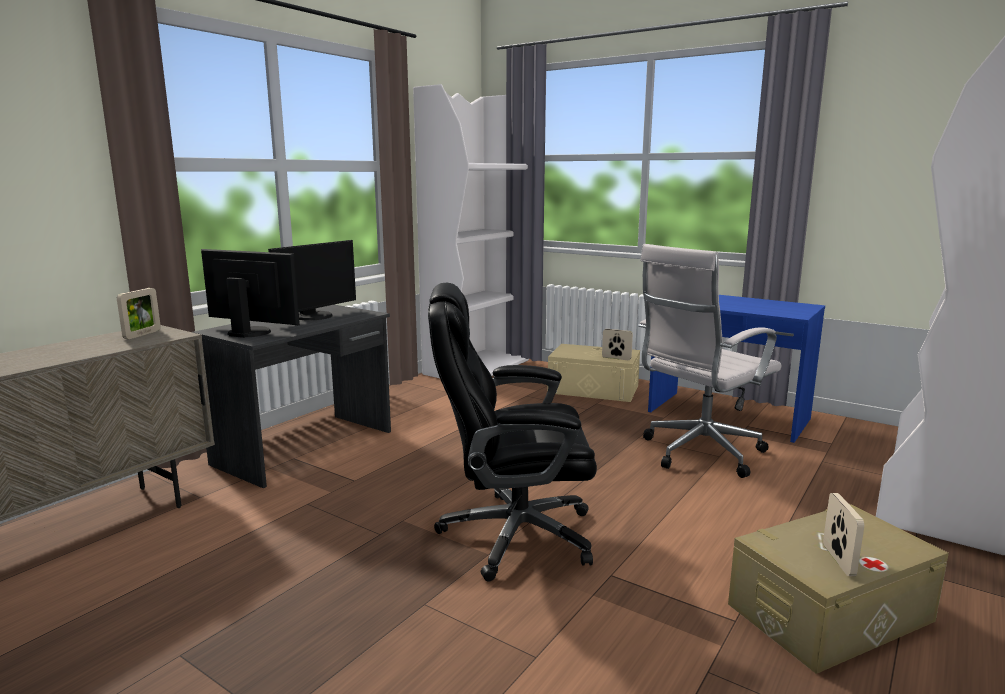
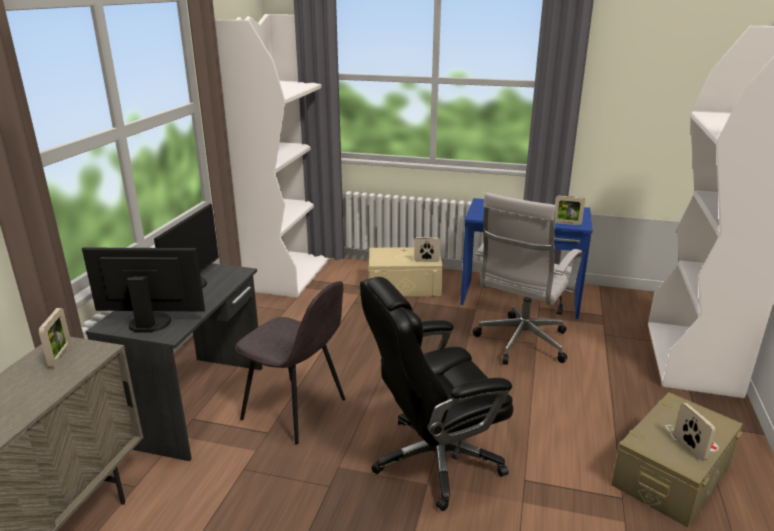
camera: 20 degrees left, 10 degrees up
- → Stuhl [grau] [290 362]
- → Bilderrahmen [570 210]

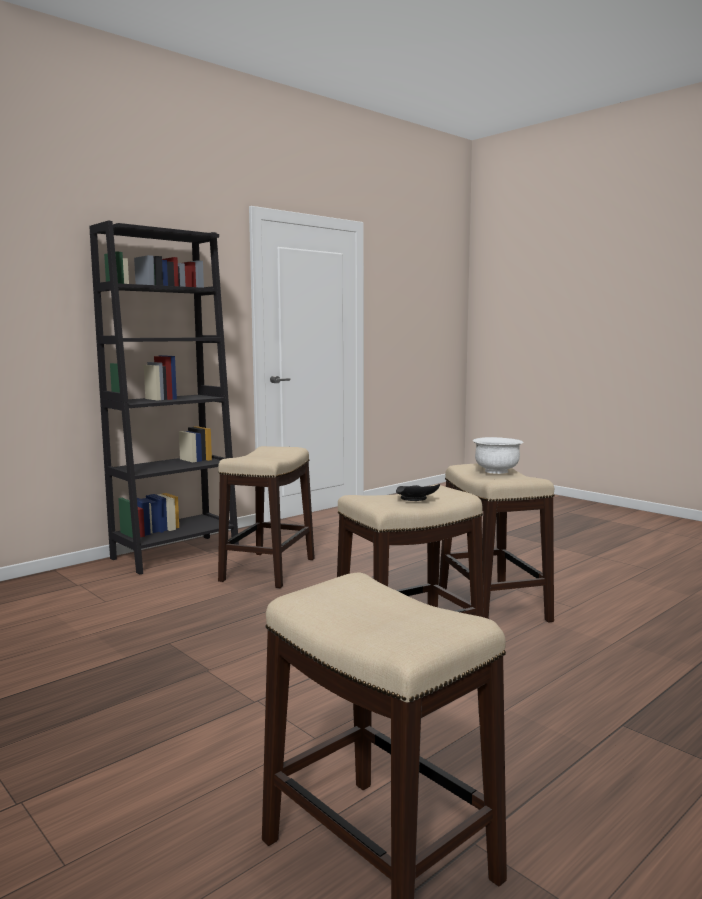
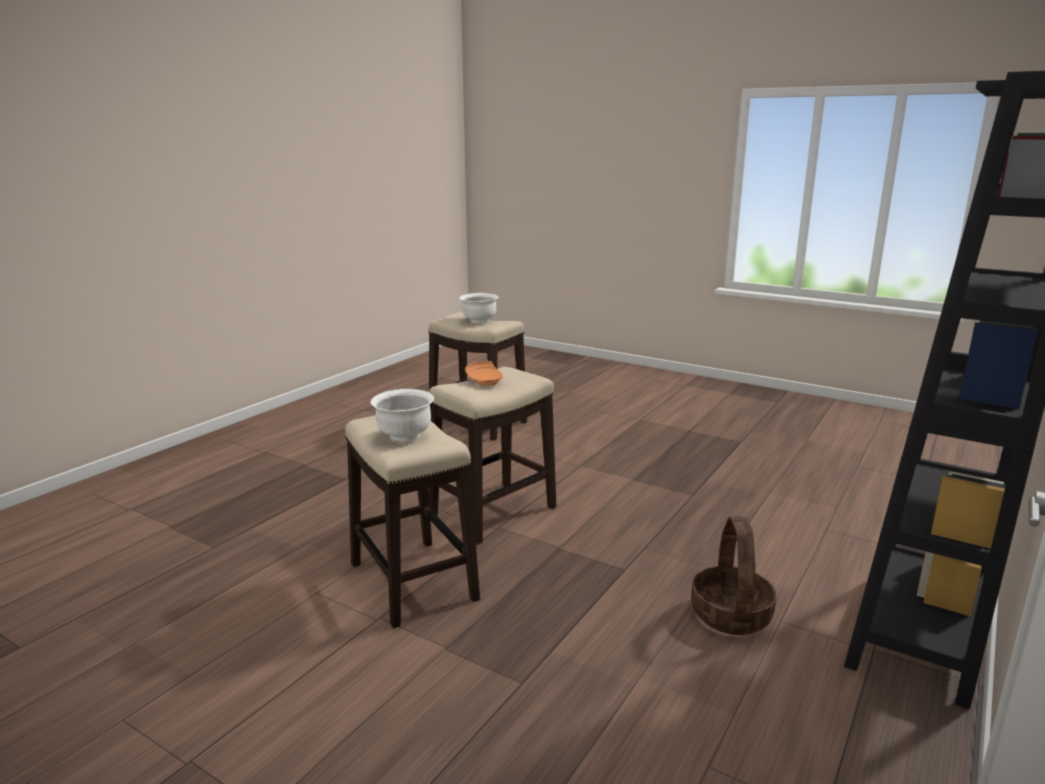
camera: 165 degrees right, 10 degrees up
- → Schüssel [weiß] [478 308]
Hocker [266 517] → Korb [734 575]
Teller [schwarz] [418 492] → Teller [orange] [484 373]

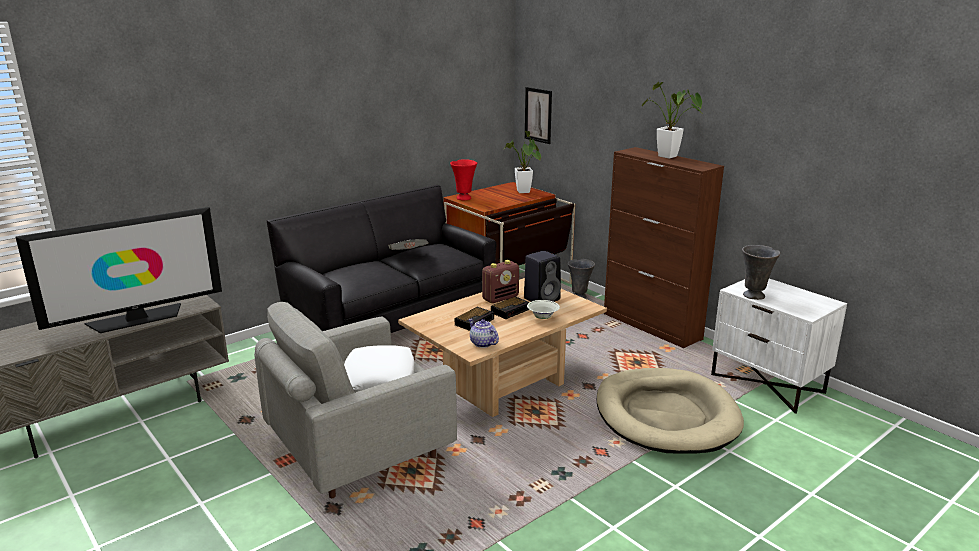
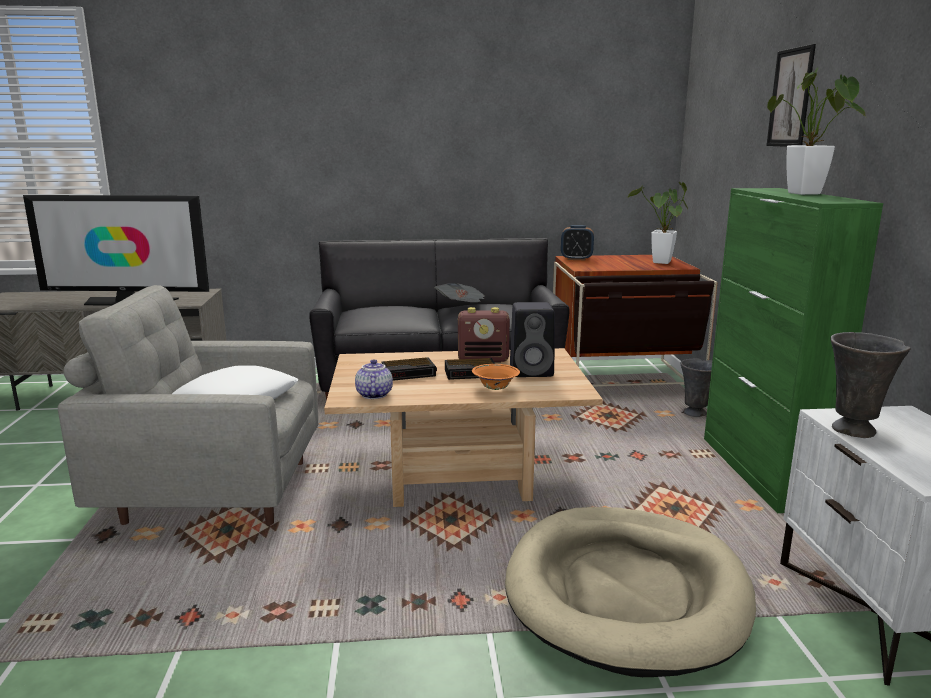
camera: 35 degrees right, 5 degrees down
Bild [538 115] → Bild [791 95], moved
Vase [rot] [463 179] → Wecker [577 243]
Schüssel [weiß] [543 309] → Schüssel [orange] [496 377]
Schrank [braun] [664 247] → Schrank [grün] [793 350]

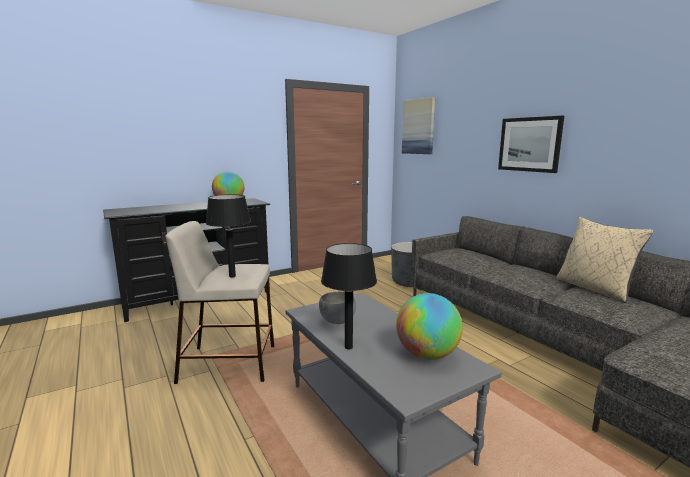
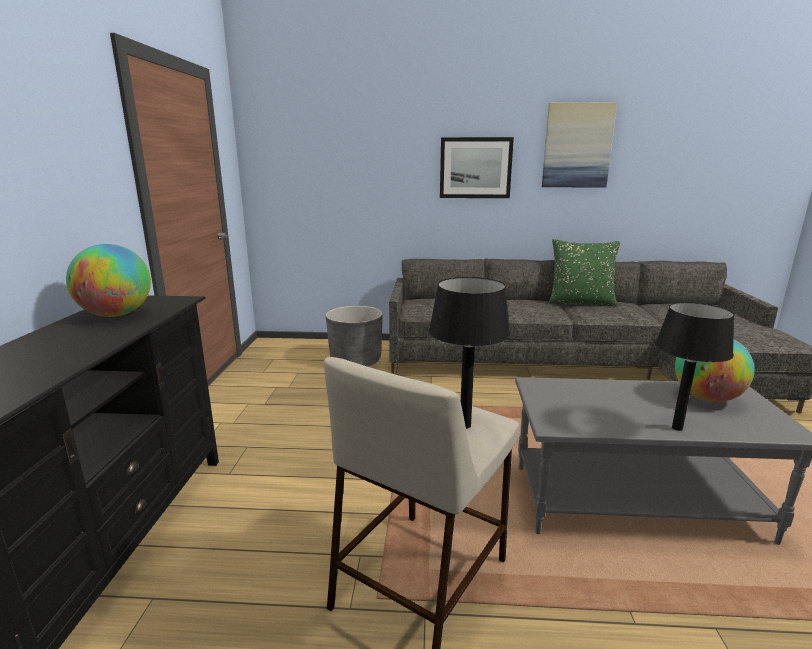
camera: 55 degrees left, 5 degrees up
Schüssel [grau] [337 307] → -
Bild [418 125] → Bild [579 144], moved
Kissen [beige] [604 260] → Kissen [grün] [584 273]

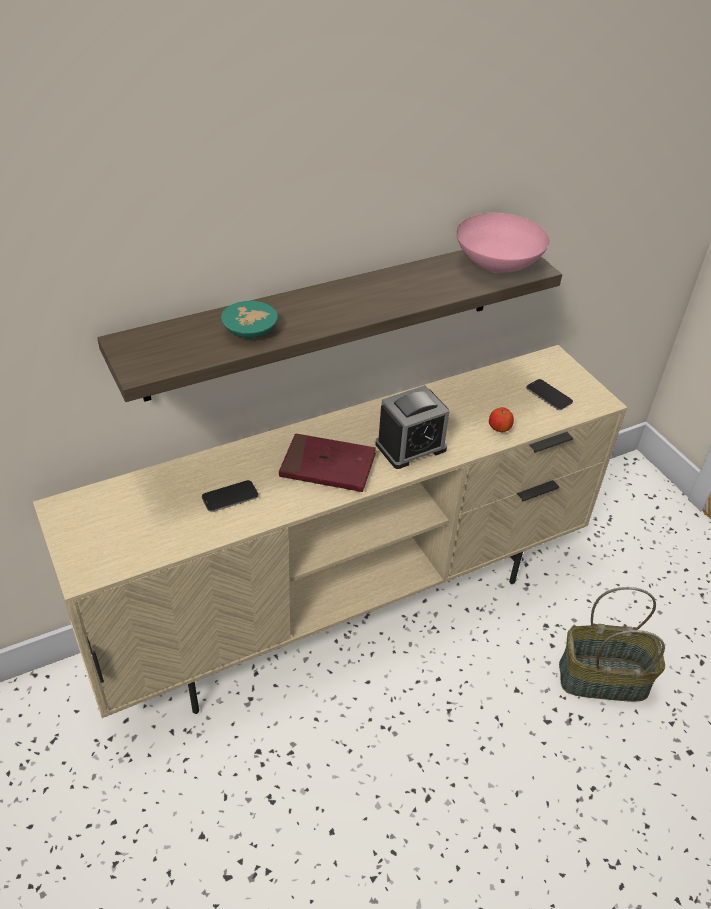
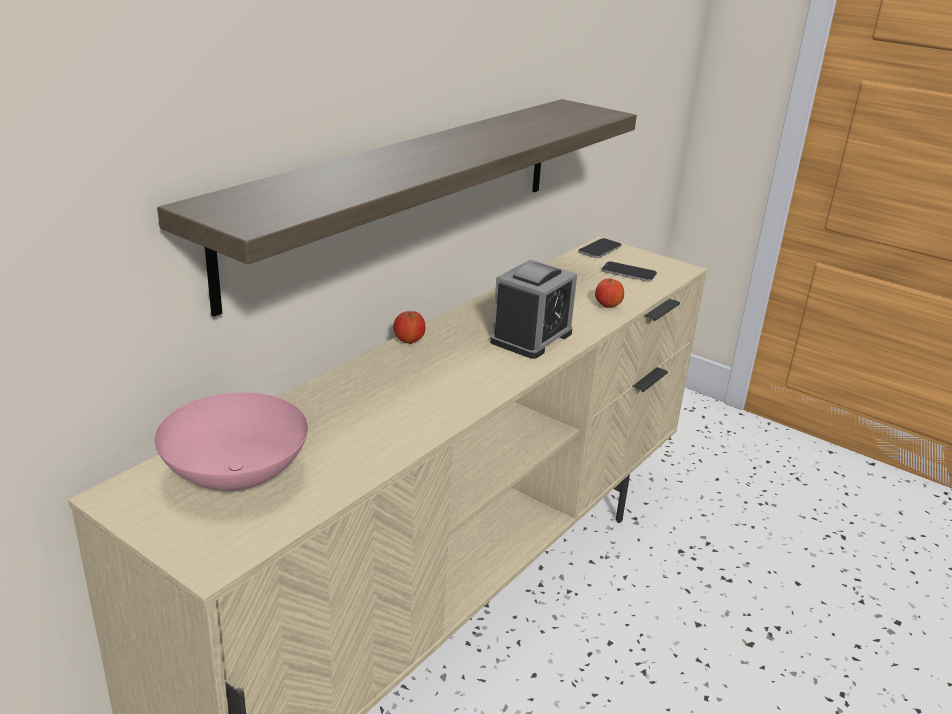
camera: 25 degrees left, 15 degrees down
Schüssel [türkis] [249 319] → -
Buch [rot] [327 462] → -
Korb [612 644] → -
- → Apfel [409 327]
Handy [230 496] → Handy [600 248], moved
Schüssel [rosa] [502 243] → Schüssel [rosa] [231 441], moved

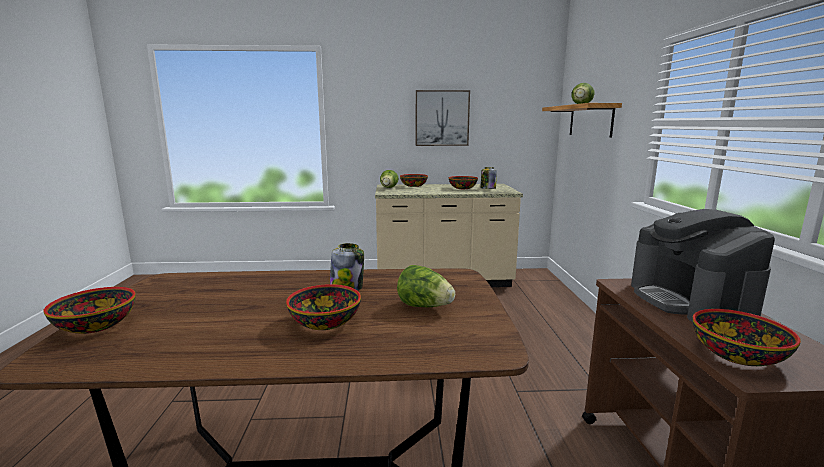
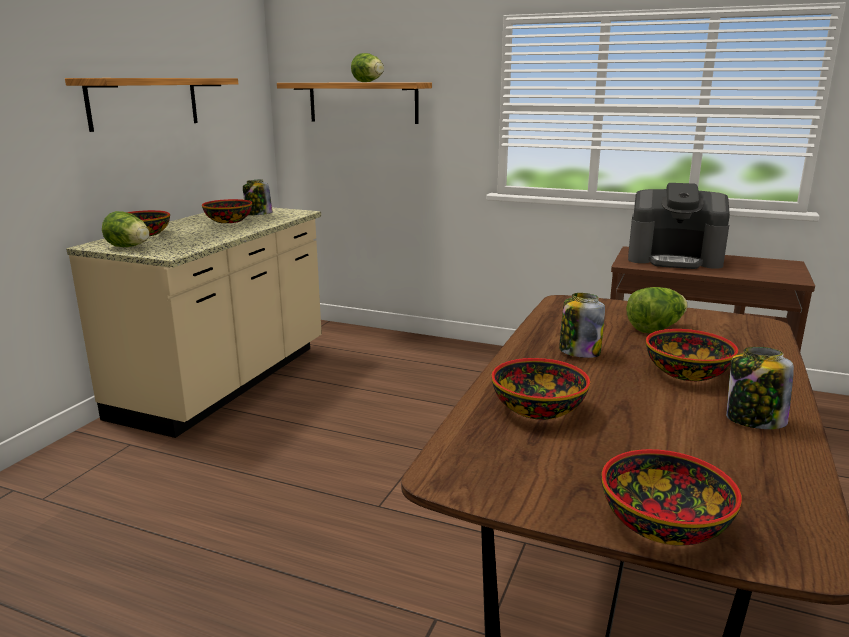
camera: 65 degrees left, 5 degrees up
- → Vorratsglas [760 388]
Schüssel [746 337] → Schüssel [540 389], moved
Bild [443 118] → Wandregal [151 105]

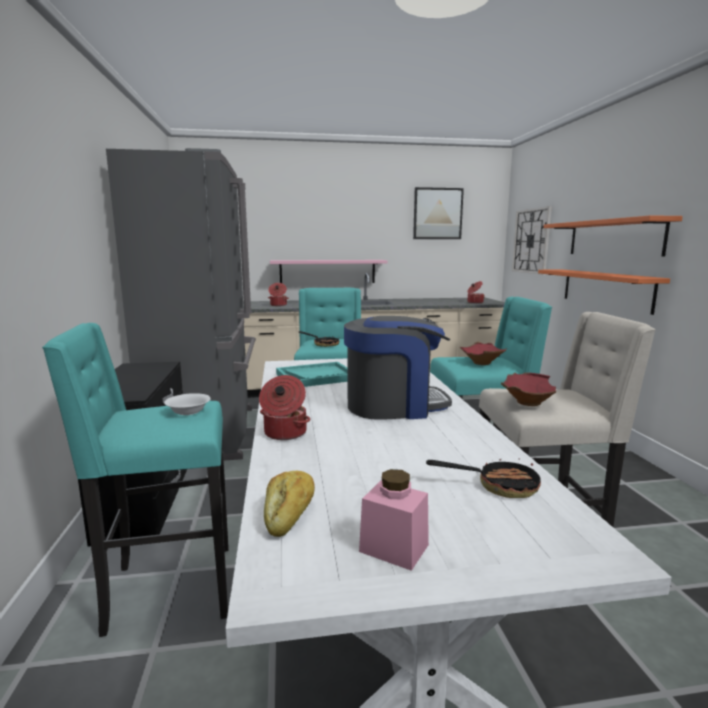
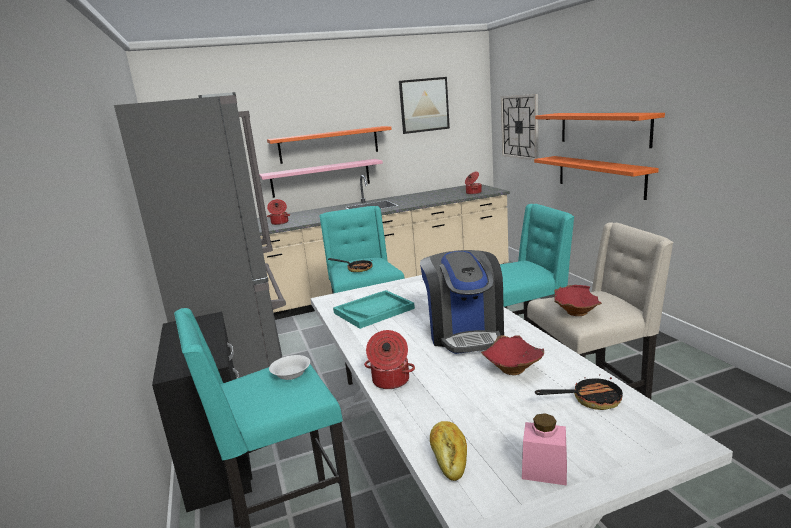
camera: 10 degrees left, 5 degrees up
- → Wandregal [orange] [329 145]
Schüssel [rot] [483 353] → Schüssel [rot] [512 355], moved
Kaffeemaschine [398 368] → Kaffeemaschine [462 302], 105 degrees clockwise

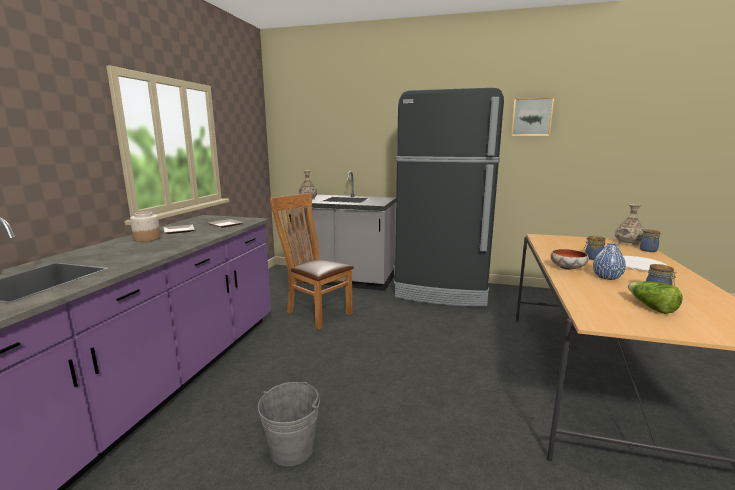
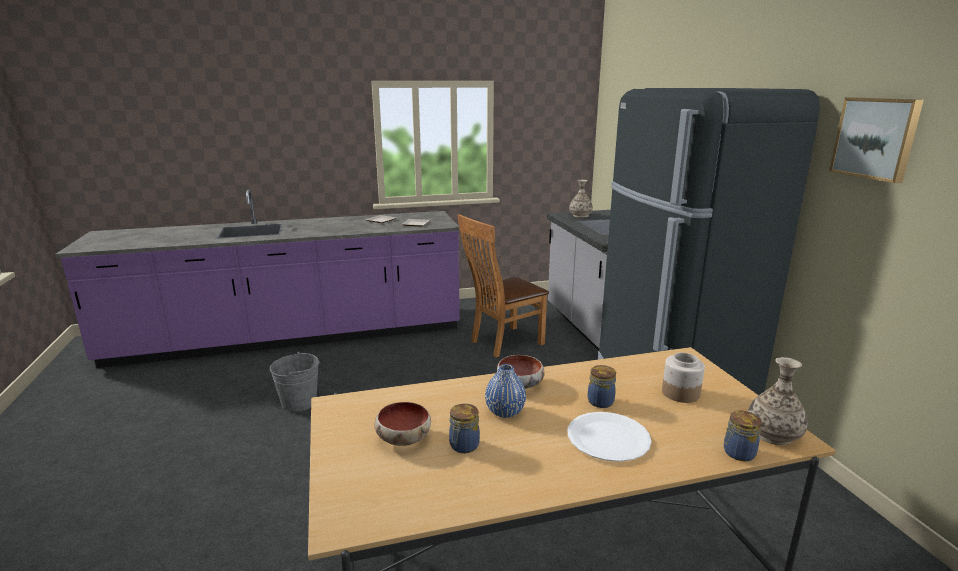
camera: 60 degrees right, 5 degrees up
Vorratsglas [145 227] → Vorratsglas [683 378], moved
Salatkopf [655 297] → Schüssel [402 424]
Stuhl [braun] [312 261] → Stuhl [braun] [503 285], 135 degrees counterclockwise

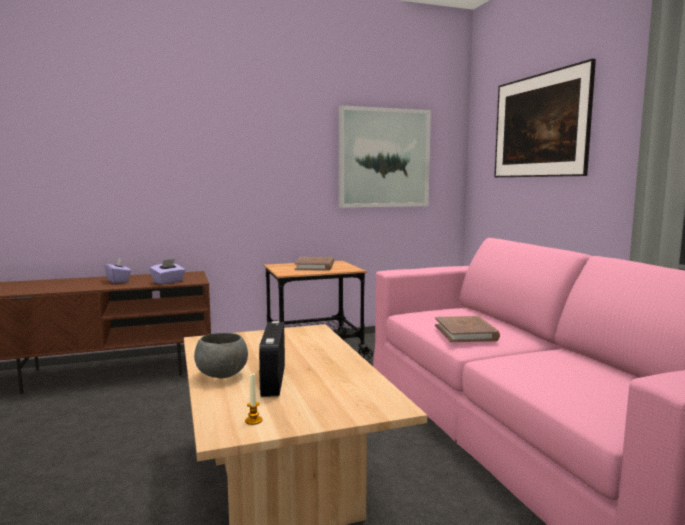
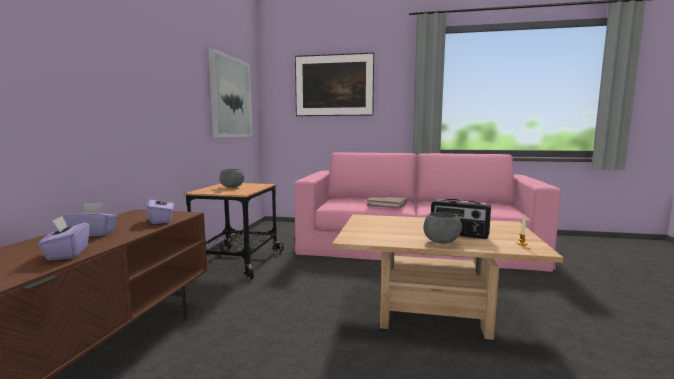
camera: 60 degrees left, 0 degrees up
- → Taschentuchbox [lila] [63 238]
Buch [braun] [314 263] → Schüssel [grau] [231 178]

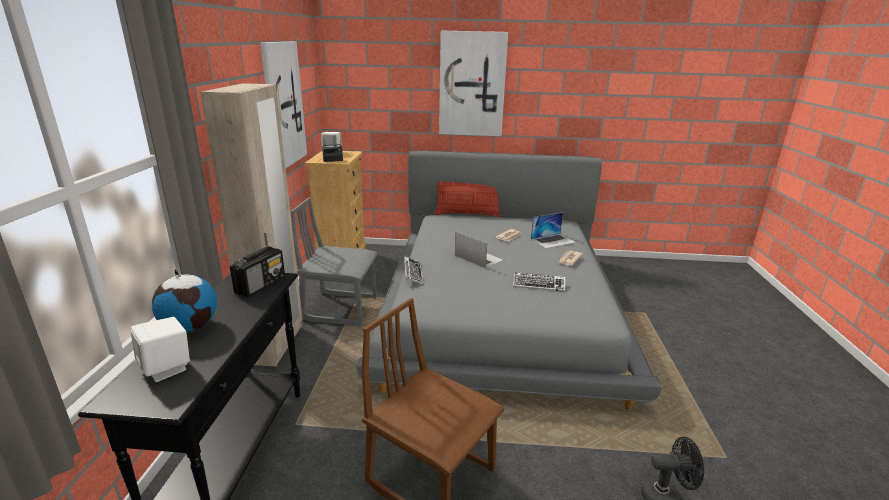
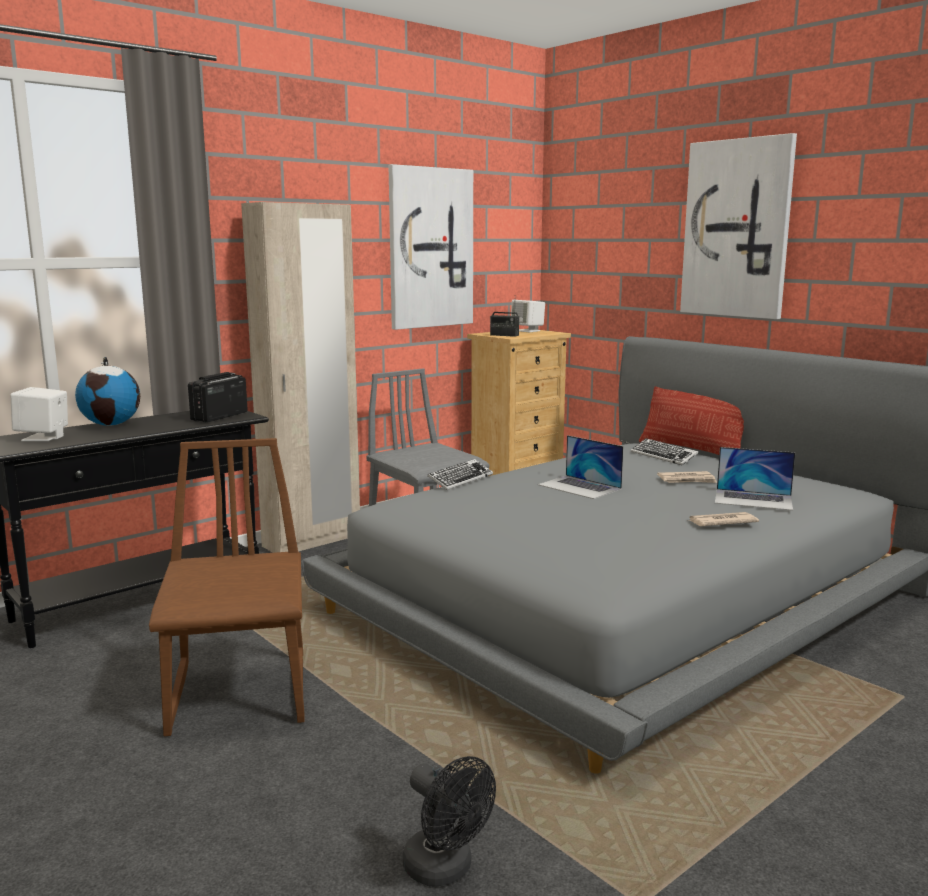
camera: 45 degrees right, 10 degrees down
Tastatur [539 282] → Tastatur [664 451], moved
Radio [257 271] → Radio [218 397], 135 degrees clockwise
Laptop [479 250] → Laptop [581 467], 135 degrees clockwise

